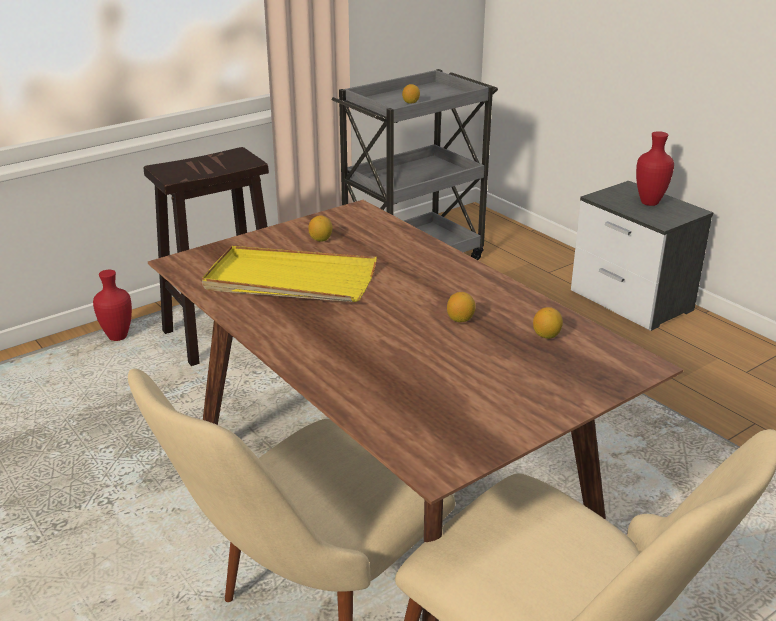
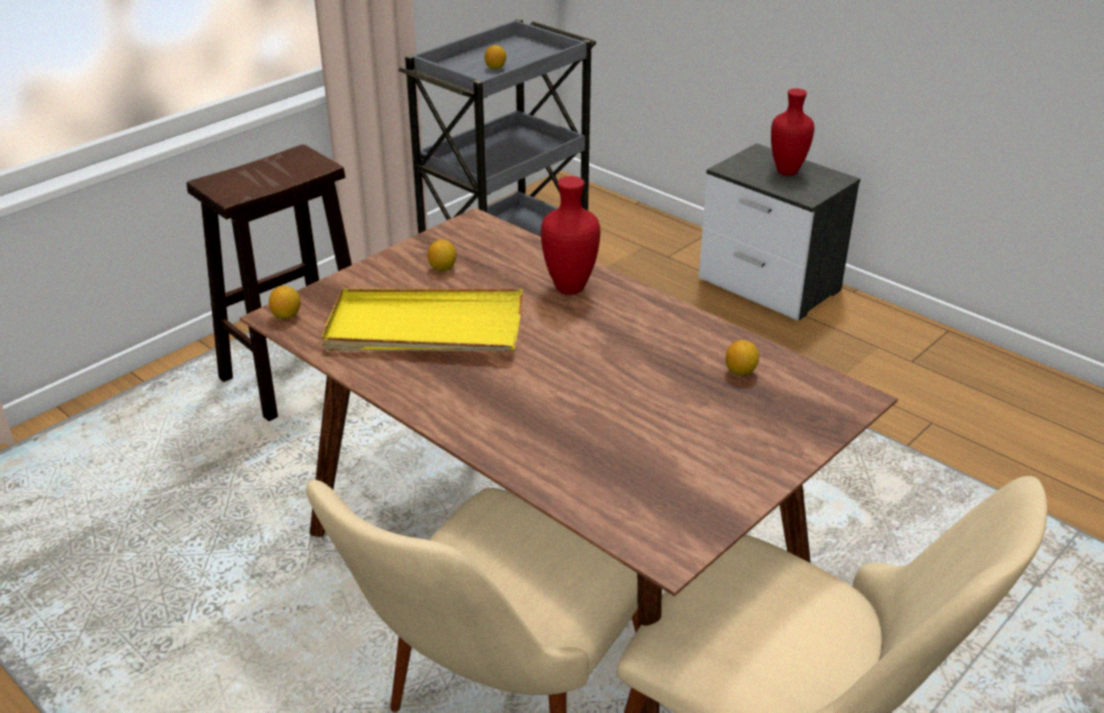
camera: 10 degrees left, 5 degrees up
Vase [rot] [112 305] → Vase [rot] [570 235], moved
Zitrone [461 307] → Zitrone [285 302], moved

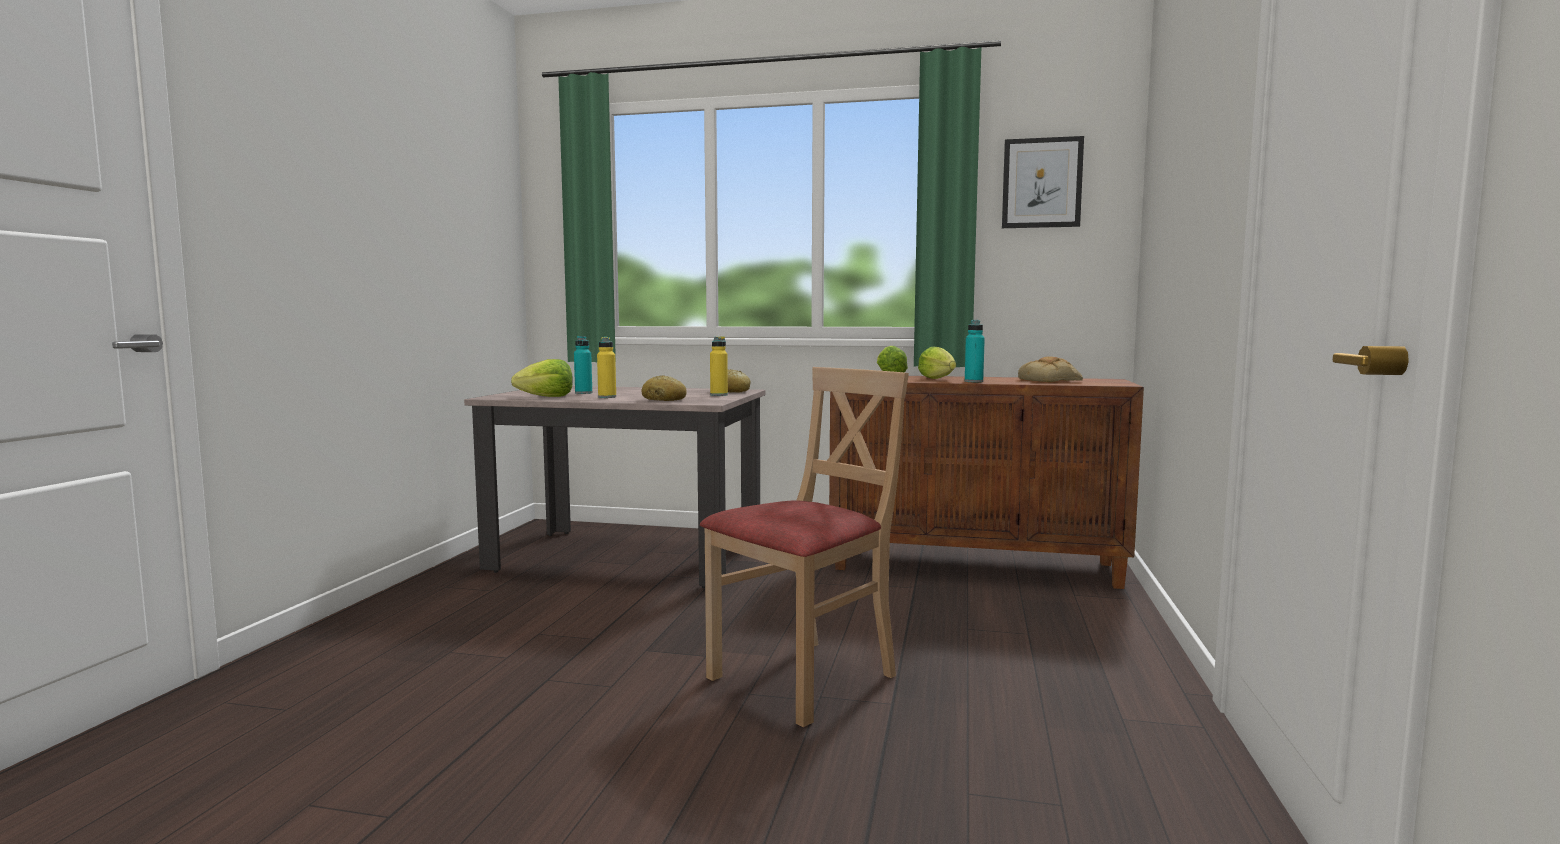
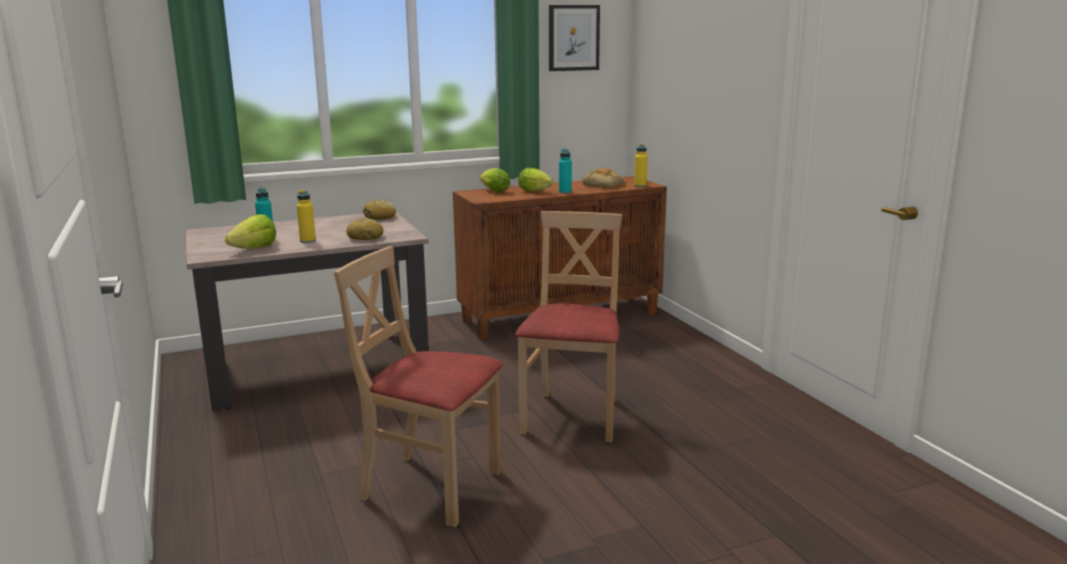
camera: 35 degrees left, 10 degrees up
- → Stuhl [beige] [418 386]
Flasche [gelb] [719 366] → Flasche [gelb] [641 165], moved

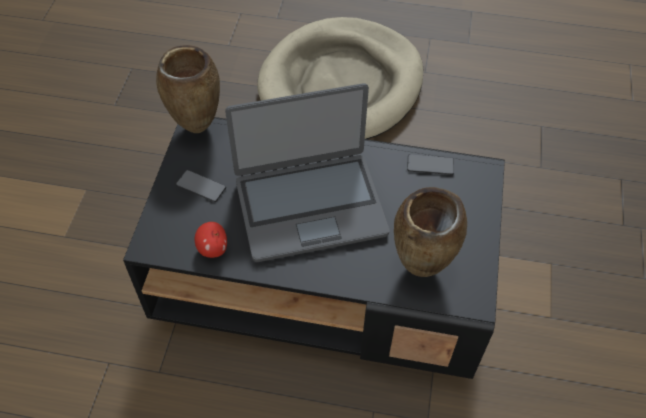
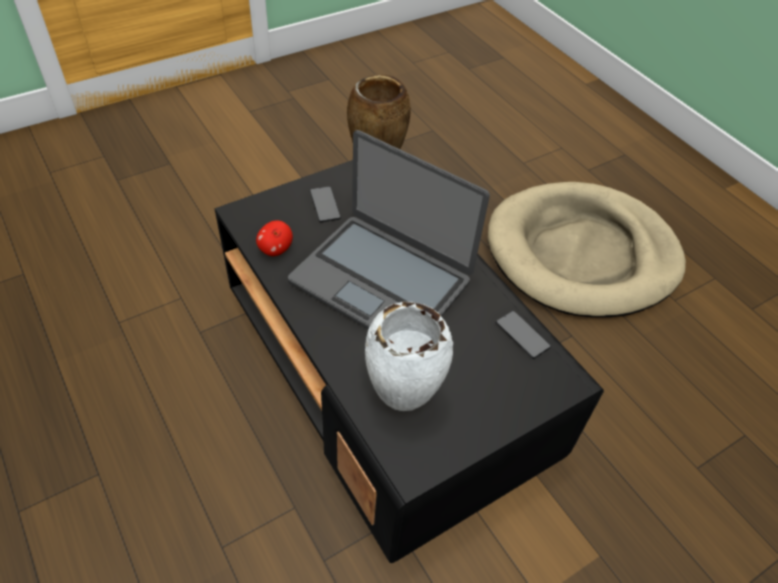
camera: 45 degrees right, 5 degrees down
Vase [braun] [430 232] → Vase [weiß] [409 356]

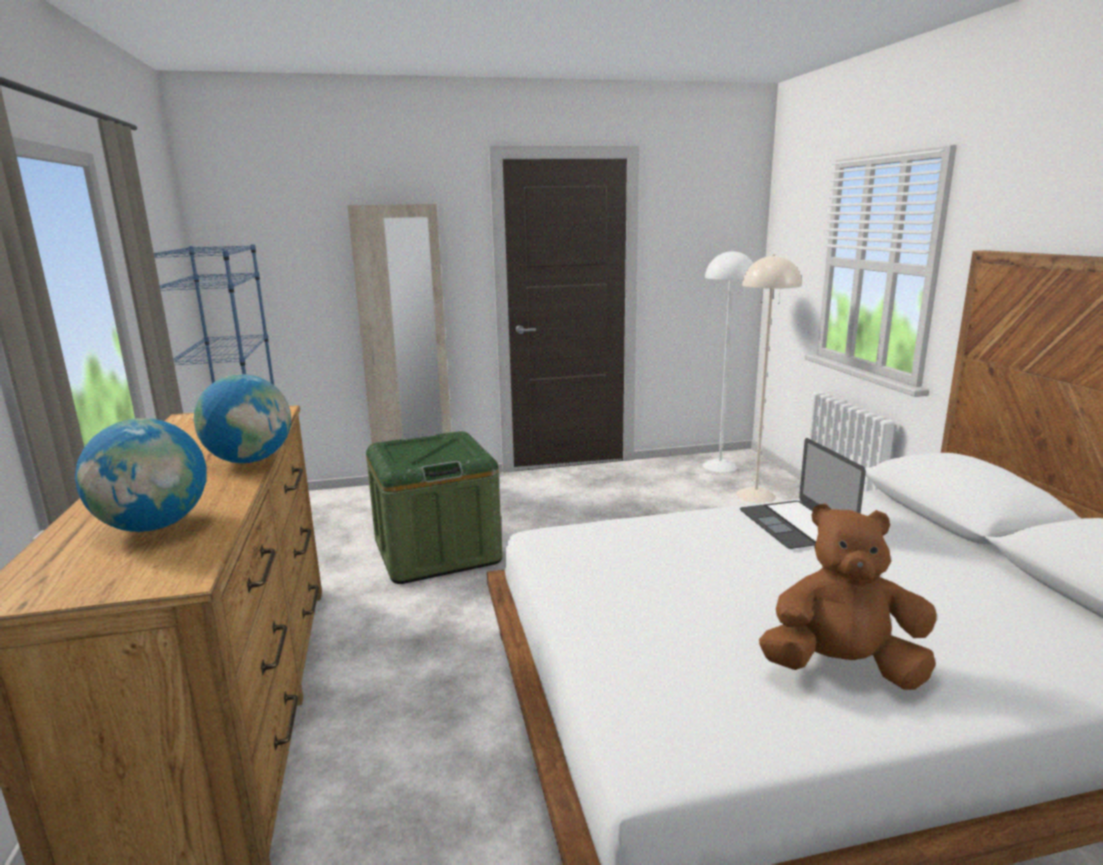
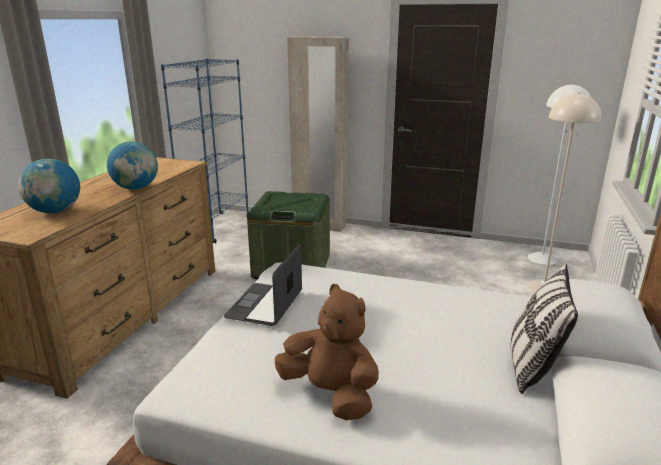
camera: 30 degrees right, 5 degrees up
- → Kissen [544 329]
Laptop [803 493] → Laptop [263 285], moved

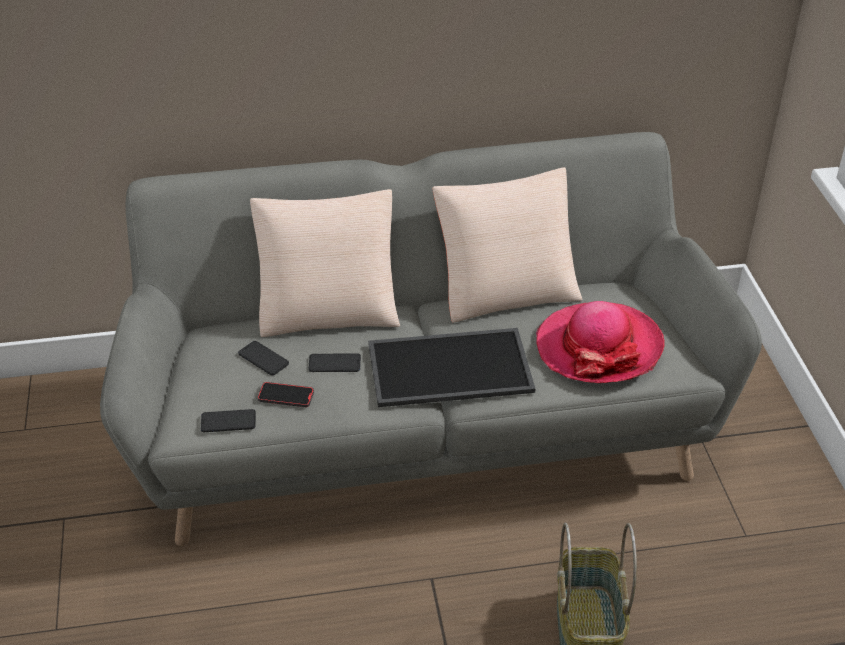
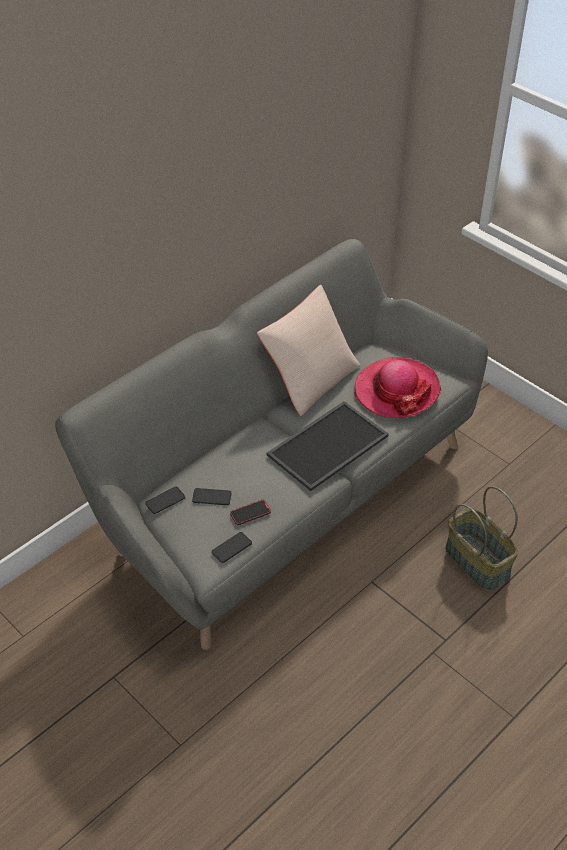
camera: 35 degrees left, 5 degrees up
Kissen [beige] [325 263] → -
Handy [334 362] → Handy [165 500], moved

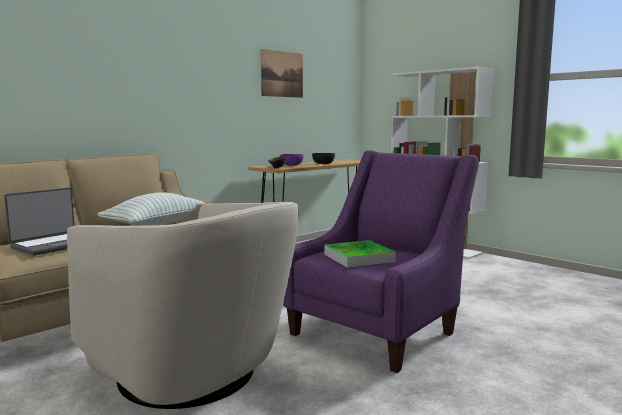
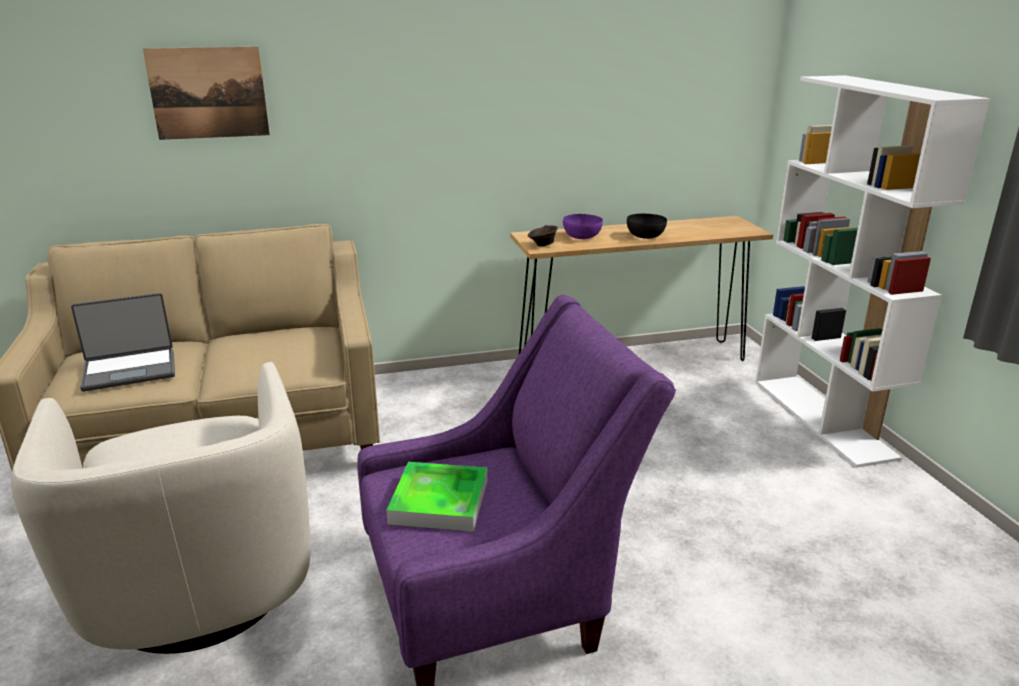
camera: 30 degrees right, 15 degrees up
Kissen [151 209] → -
Bild [281 73] → Bild [206 93], moved

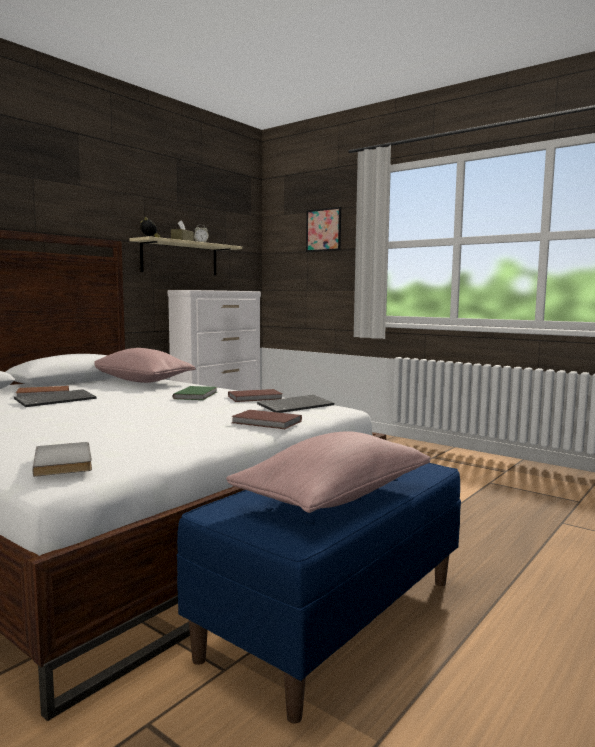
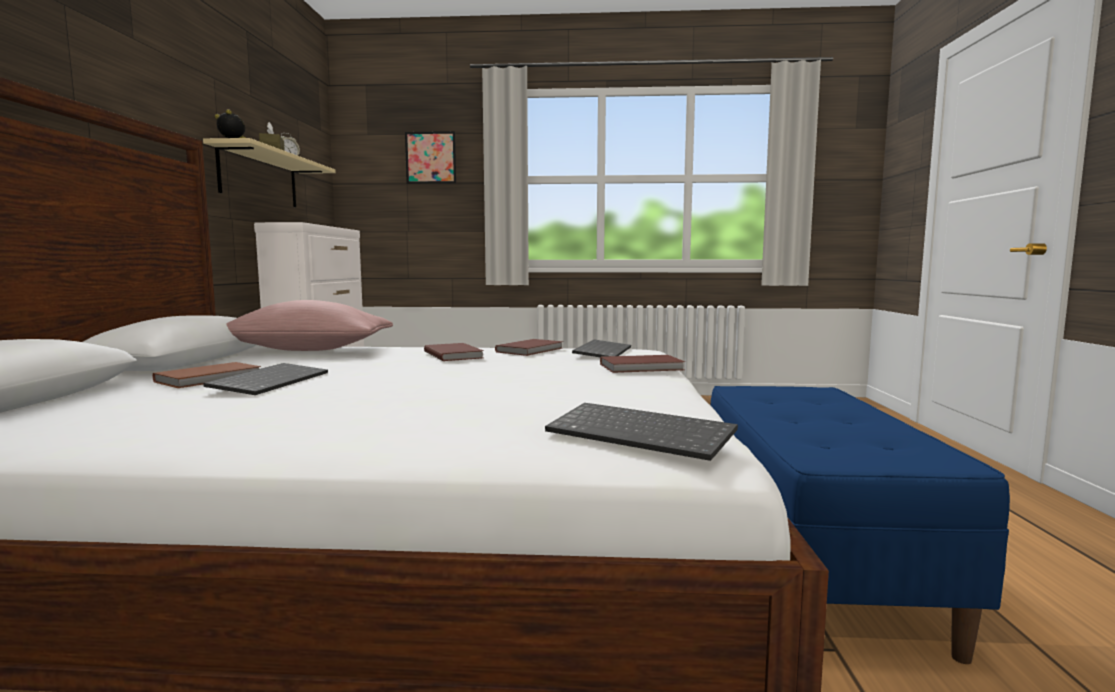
camera: 35 degrees left, 0 degrees up
Kissen [rosa] [328 472] → -
Buch [grau] [62 459] → Tastatur [641 432]
Buch [grün] [194 393] → Buch [braun] [454 352]

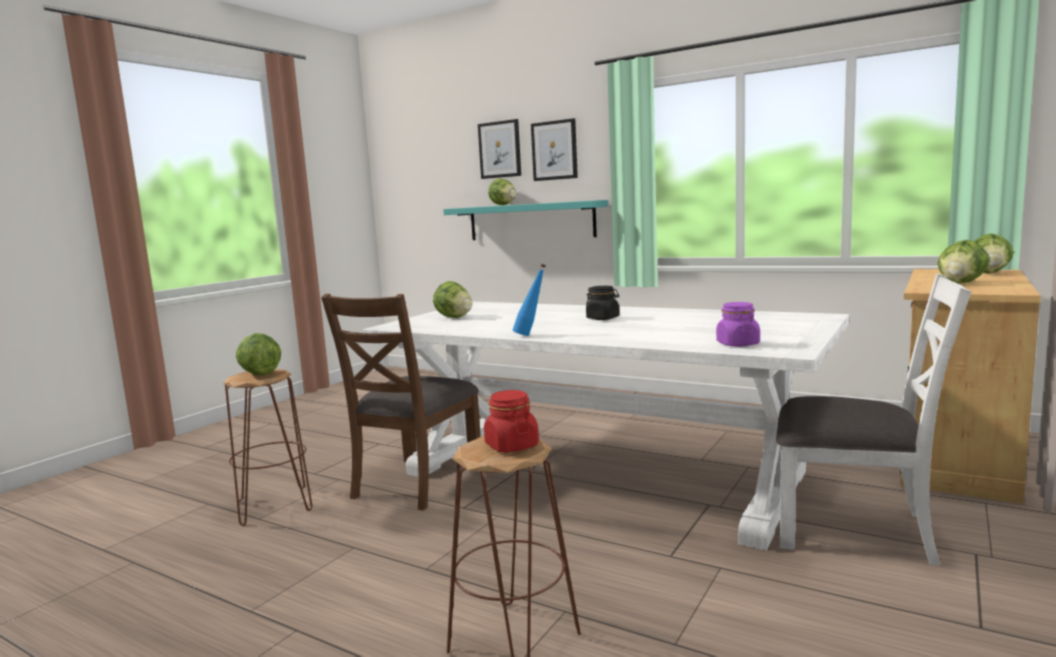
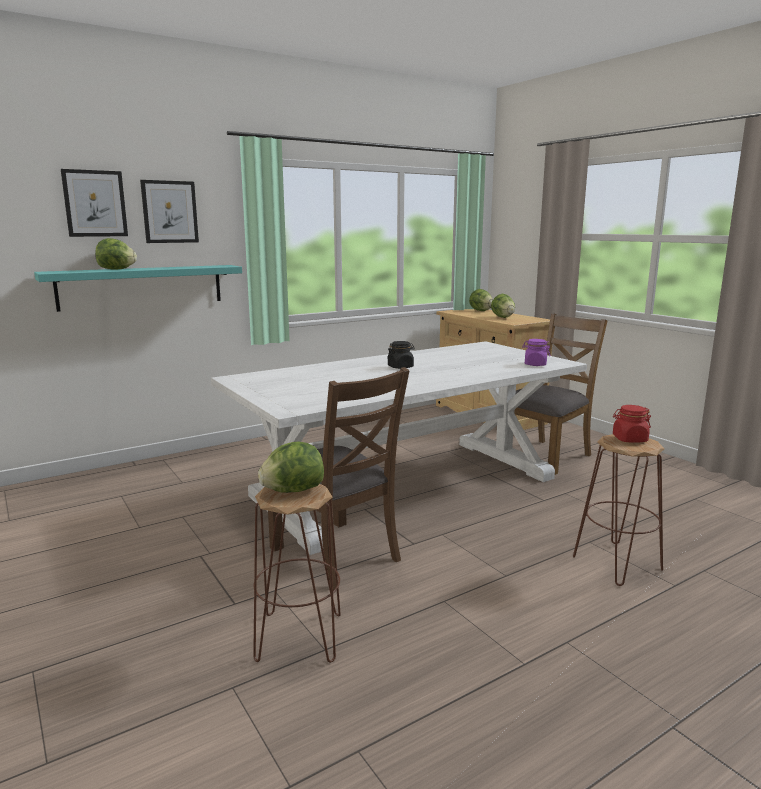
camera: 65 degrees left, 5 degrees up
Salatkopf [452 299] → -
Flasche [blau] [529 300] → -
Stuhl [weiß] [874 419] → Stuhl [braun] [560 394]

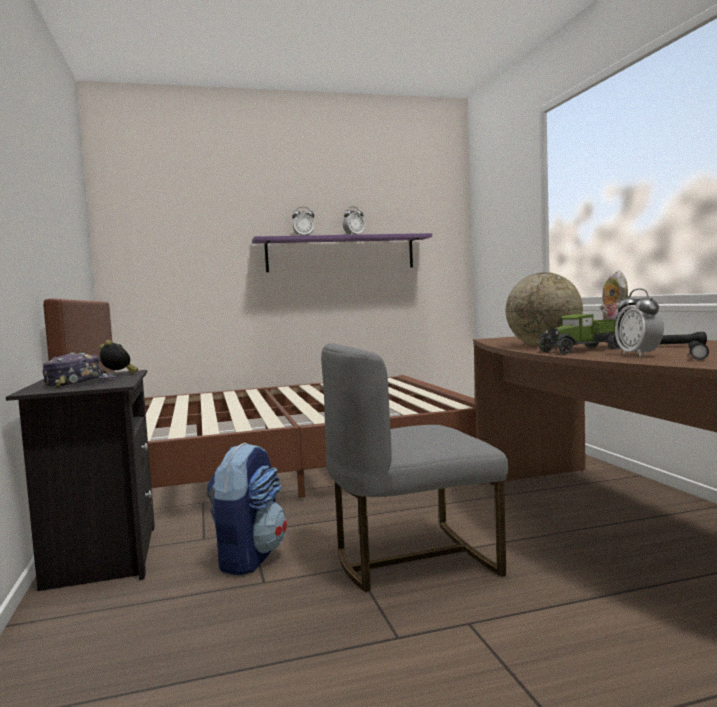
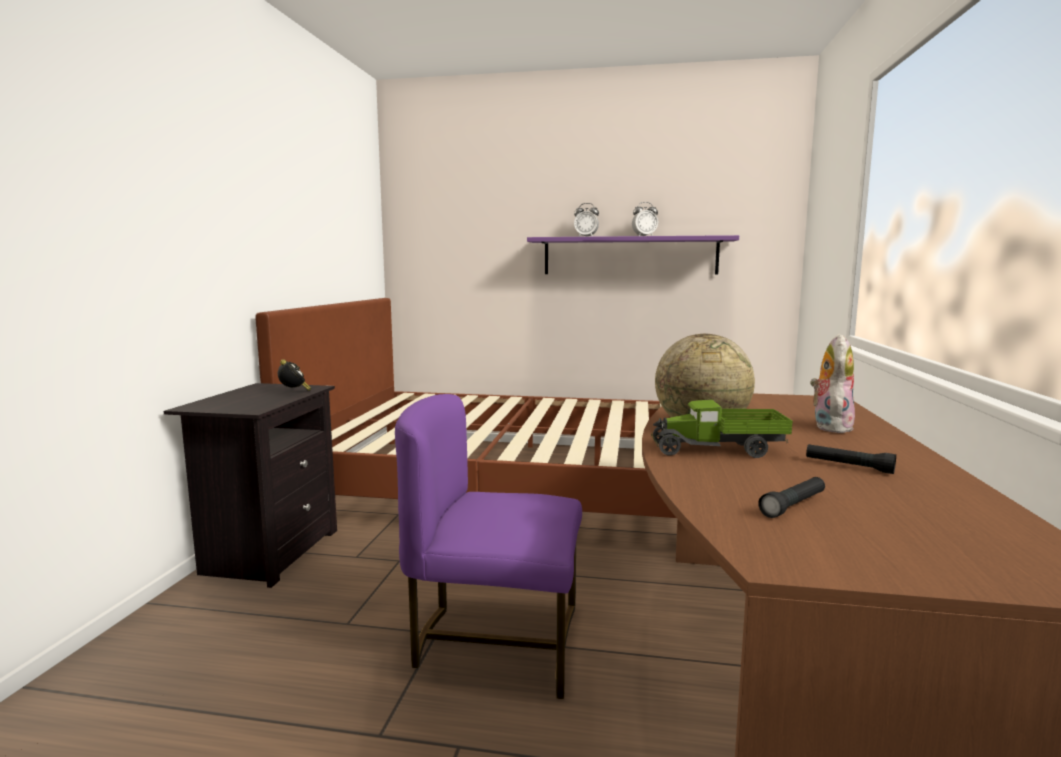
camera: 25 degrees right, 5 degrees up
Kappe [80 370] → -
Rucksack [246 509] → -
Wecker [639 322] → -
Stuhl [grau] [414 467] → Stuhl [lila] [488 546]

